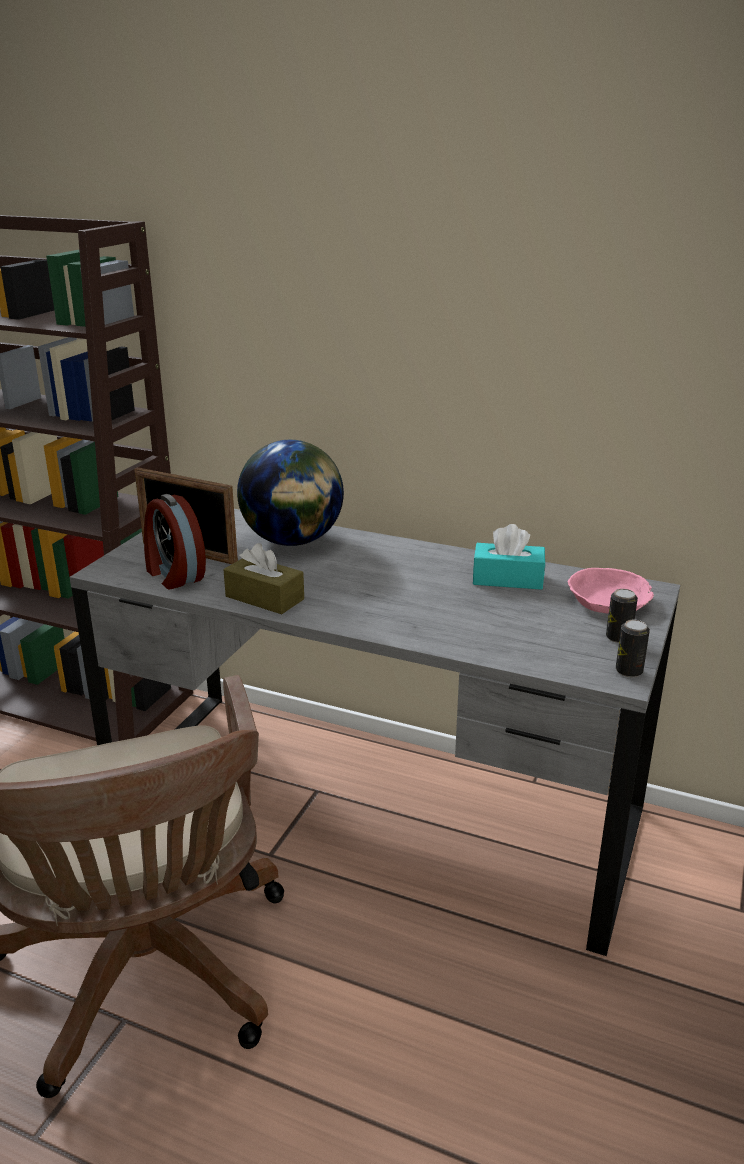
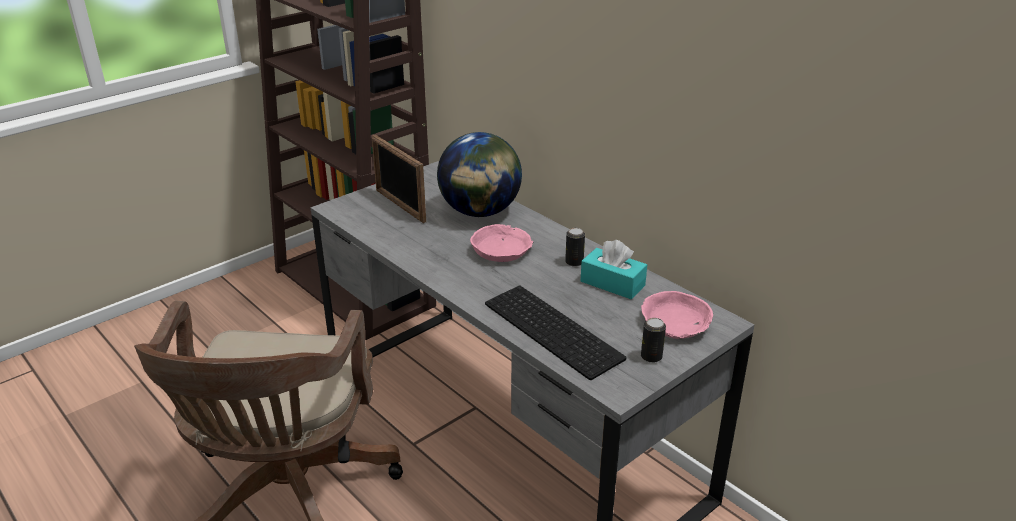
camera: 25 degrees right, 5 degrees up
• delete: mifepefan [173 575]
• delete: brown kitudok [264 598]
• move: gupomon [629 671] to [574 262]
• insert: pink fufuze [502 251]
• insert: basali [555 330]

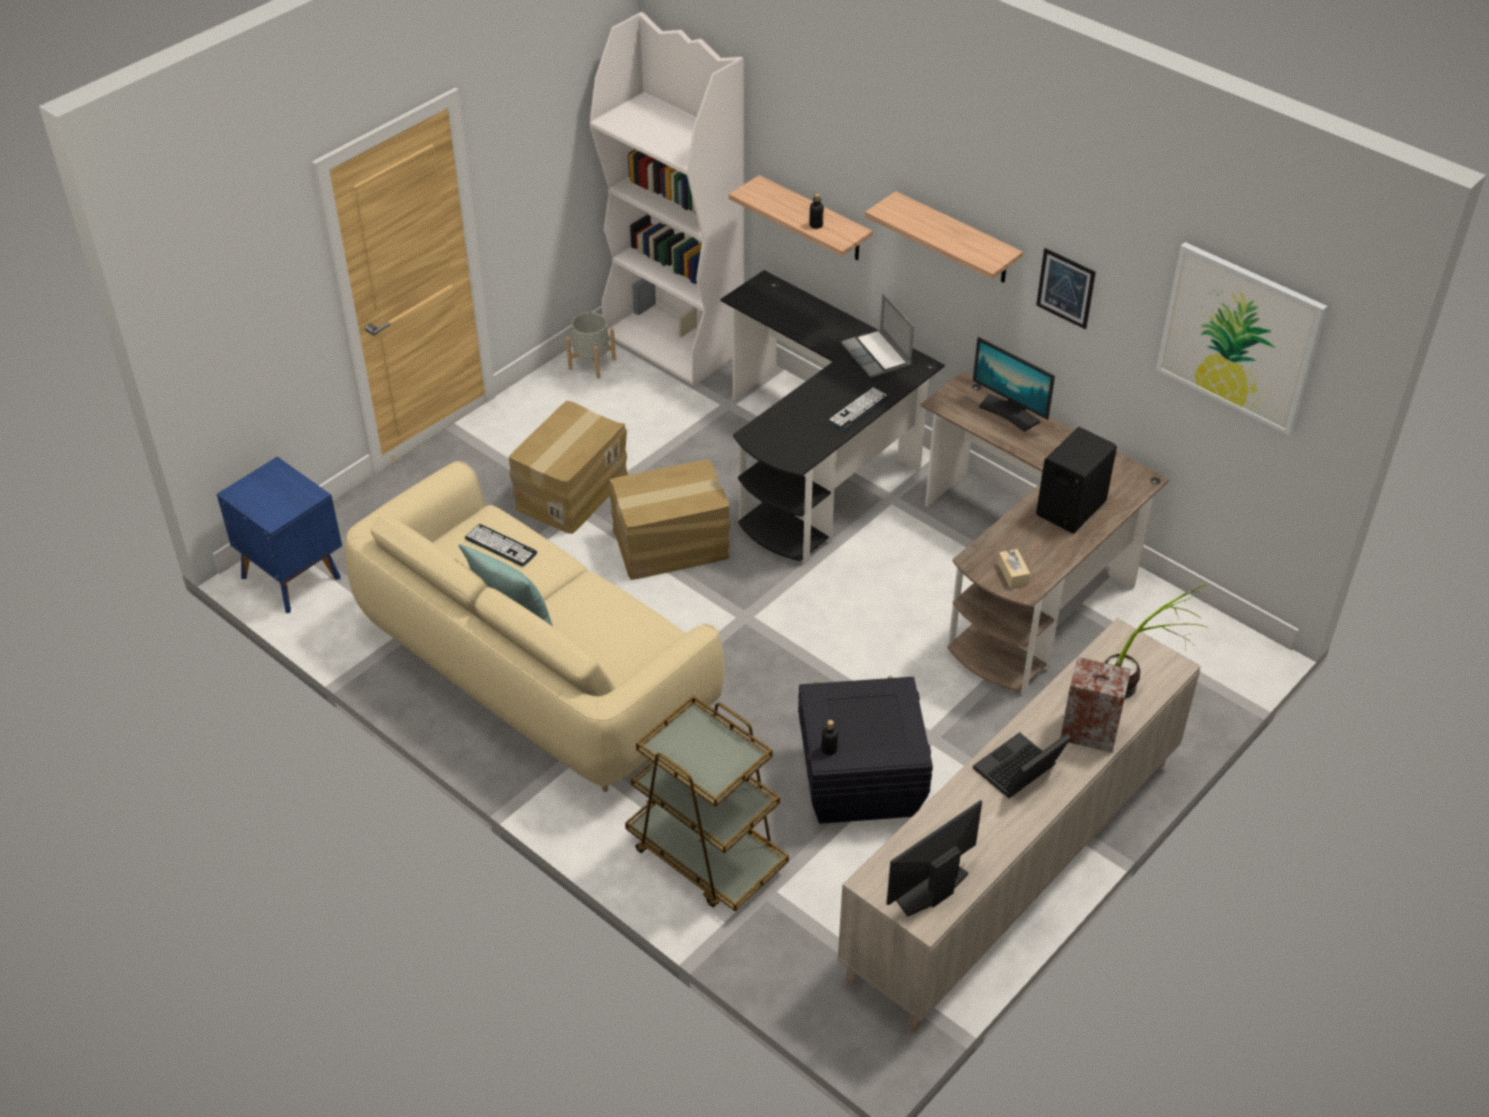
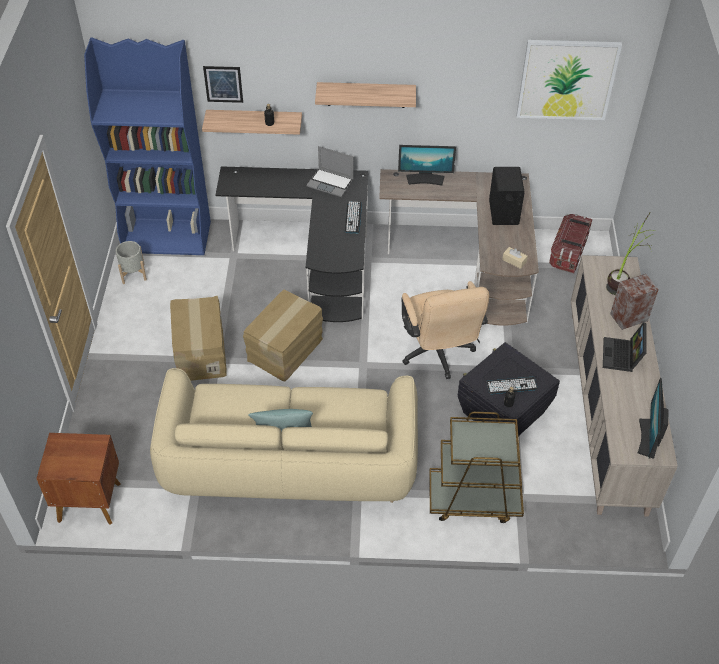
camera: 40 degrees left, 5 degrees up
• recolor: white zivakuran [674 343] to blue zivakuran [168 237]
• move: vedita [1065 288] to [223 84]
• recolor: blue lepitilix [291 576] to brown lepitilix [88 501]
• move: basali [501 545] to [511 385]
• insert: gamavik [568 252]
• insert: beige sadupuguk [438 354]

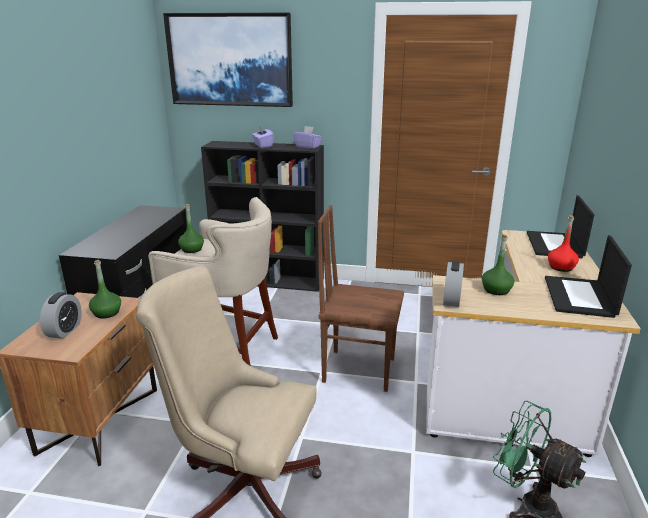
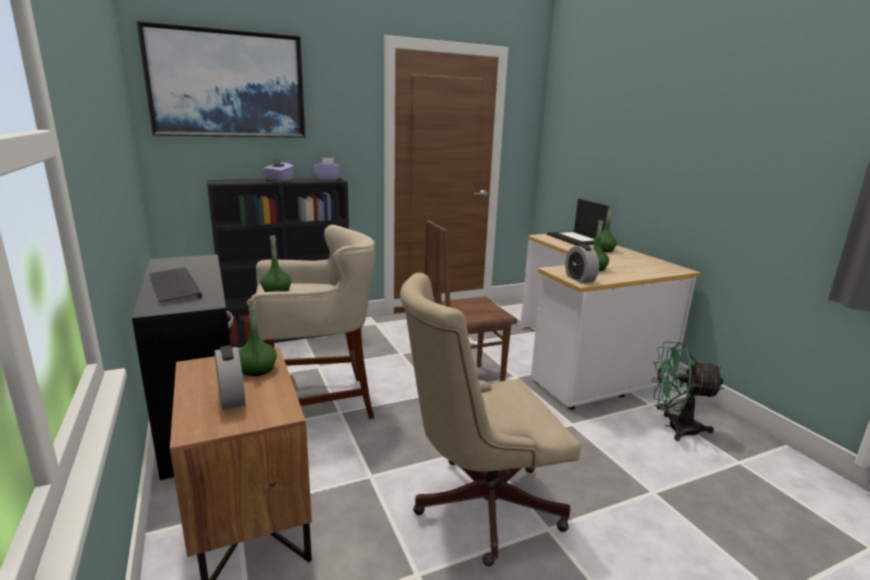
camera: 35 degrees left, 5 degrees down
• recolor: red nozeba [561 267] to green nozeba [604 250]
• delete: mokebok [580 297]
• insert: basali [173 286]

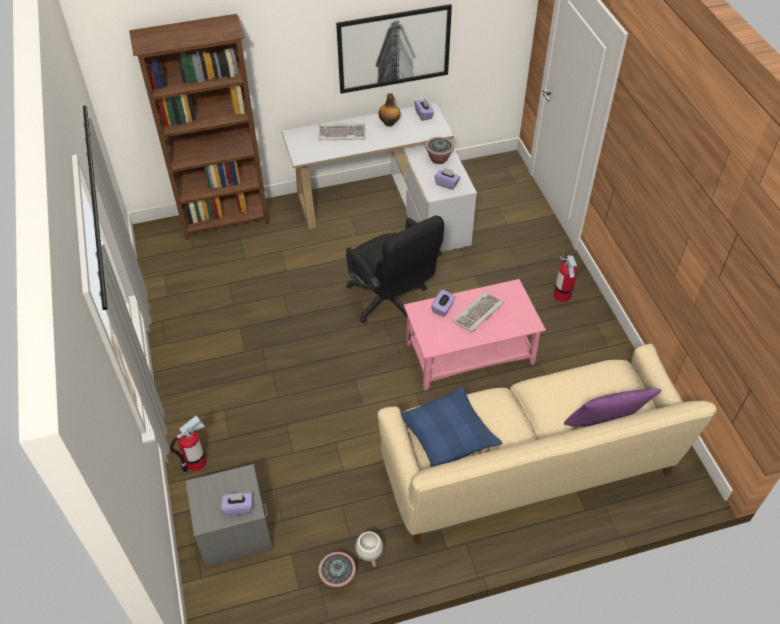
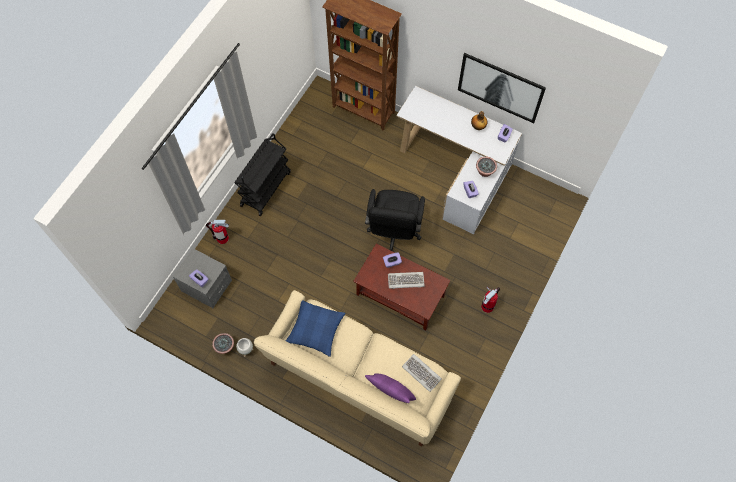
camera: 45 degrees right, 15 degrees up
• move: basali [342 133] to [422 373]
• recolor: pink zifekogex [468 354] to brown zifekogex [399 295]
• insert: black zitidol [265 188]

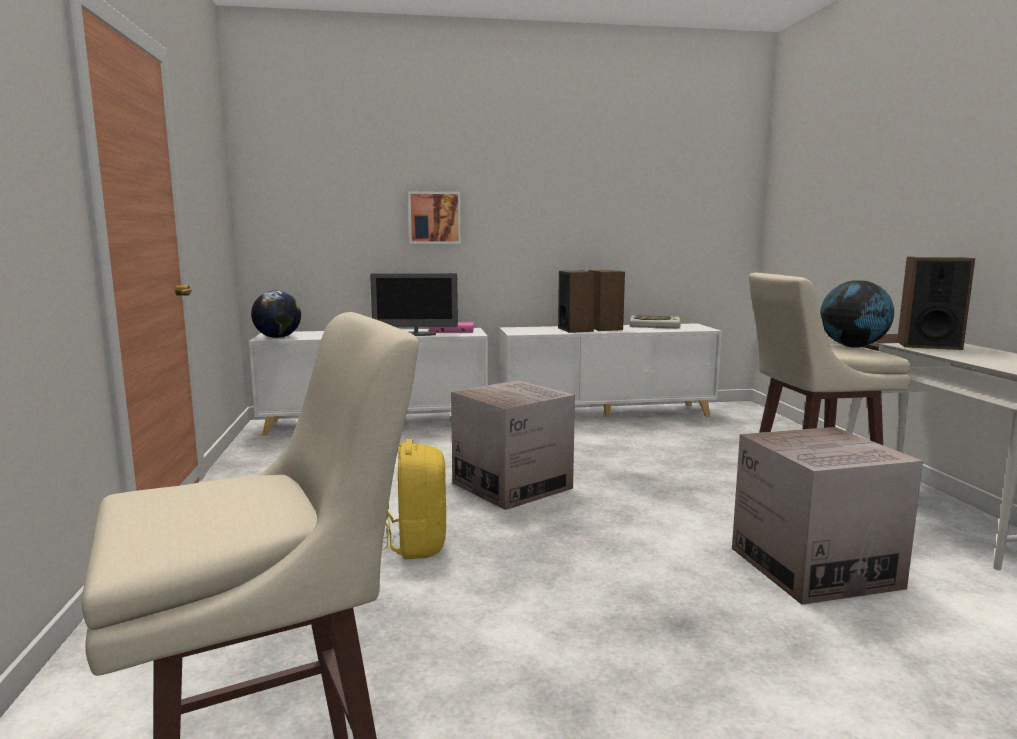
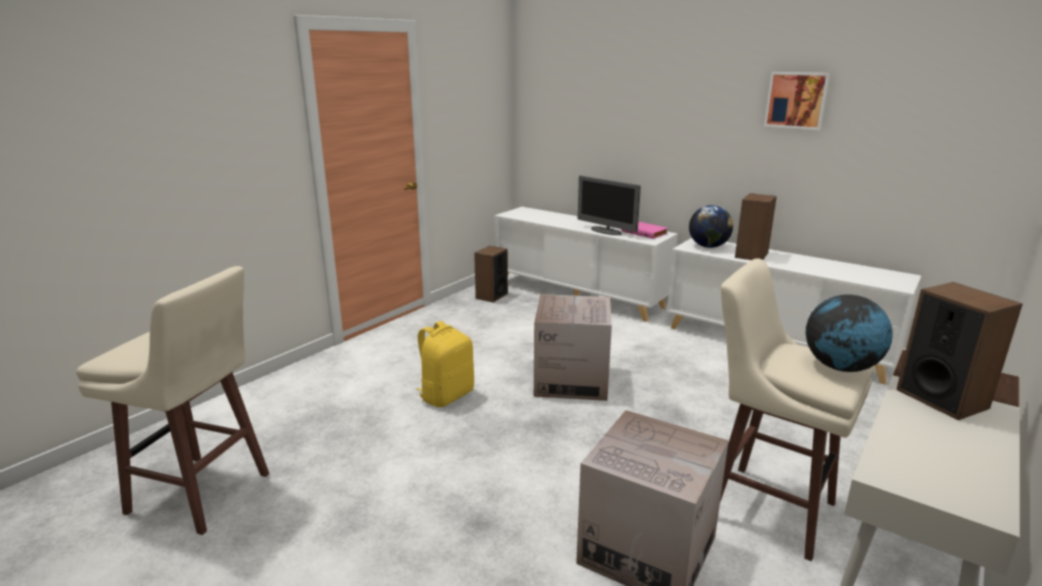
camera: 45 degrees right, 10 degrees up
• move: vedita [434 218] to [796 100]
• move: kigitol [604 328] to [491 296]
• move: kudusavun [277 337] to [708 246]
• delete: basali [655 326]

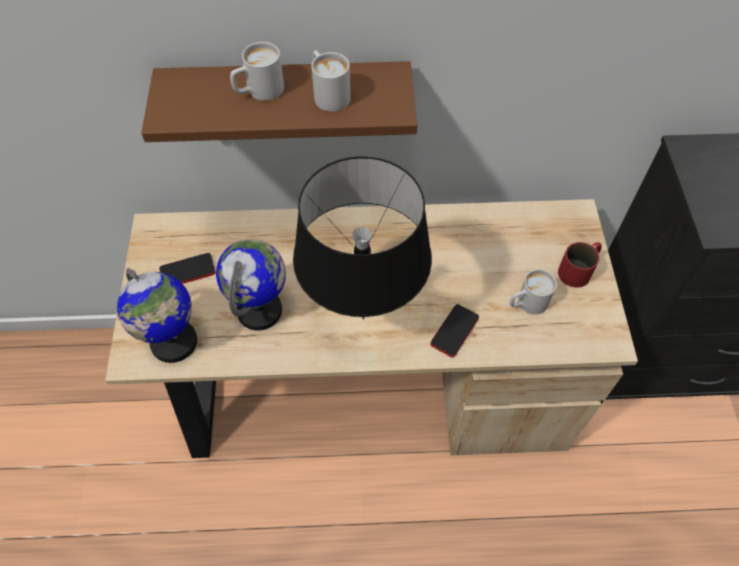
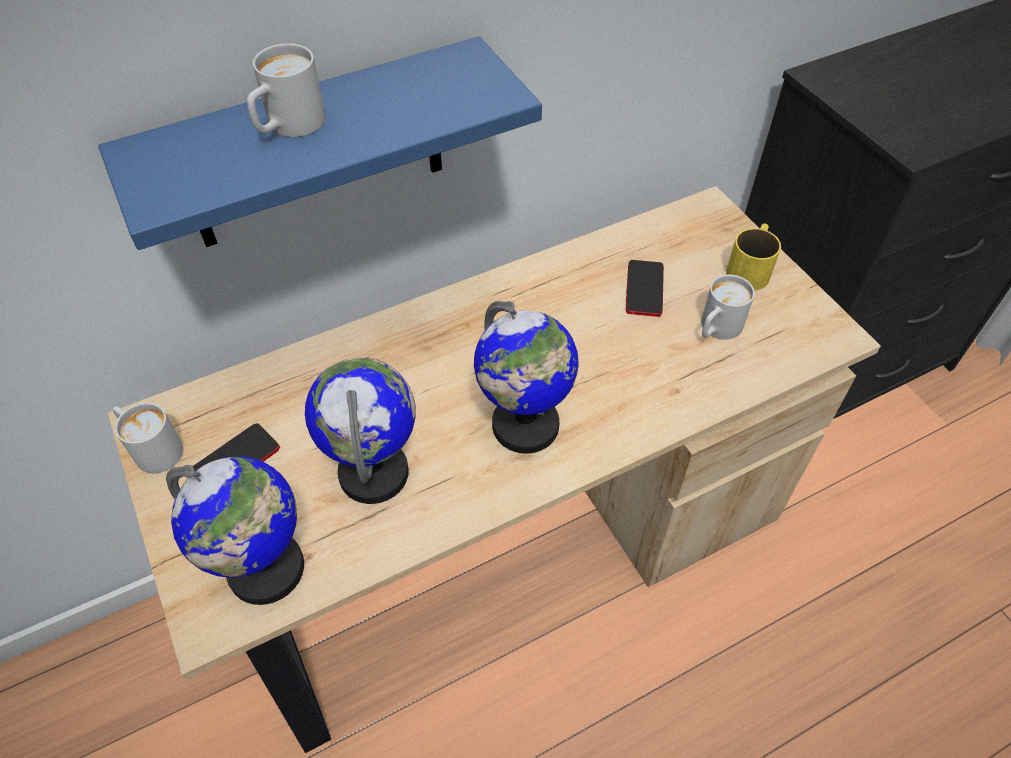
camera: 25 degrees left, 5 degrees down
• move: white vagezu [328 93] to [152 448]
• recolor: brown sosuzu [287 101] to blue sosuzu [315 149]
• replace: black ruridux [364 318] to kudusavun [525 426]
• recolor: red vagezu [579 269] to yellow vagezu [750 267]
• move: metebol [454 331] to [644 289]

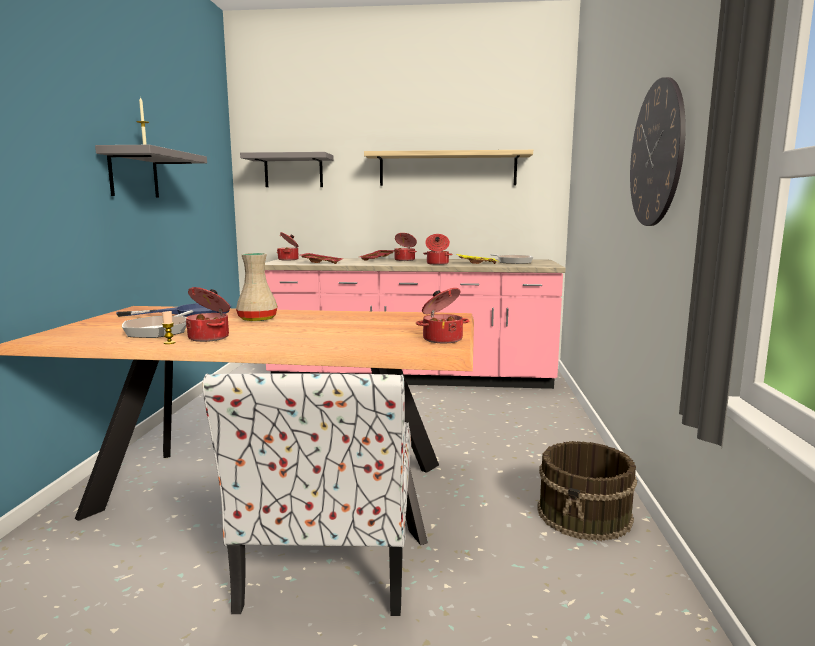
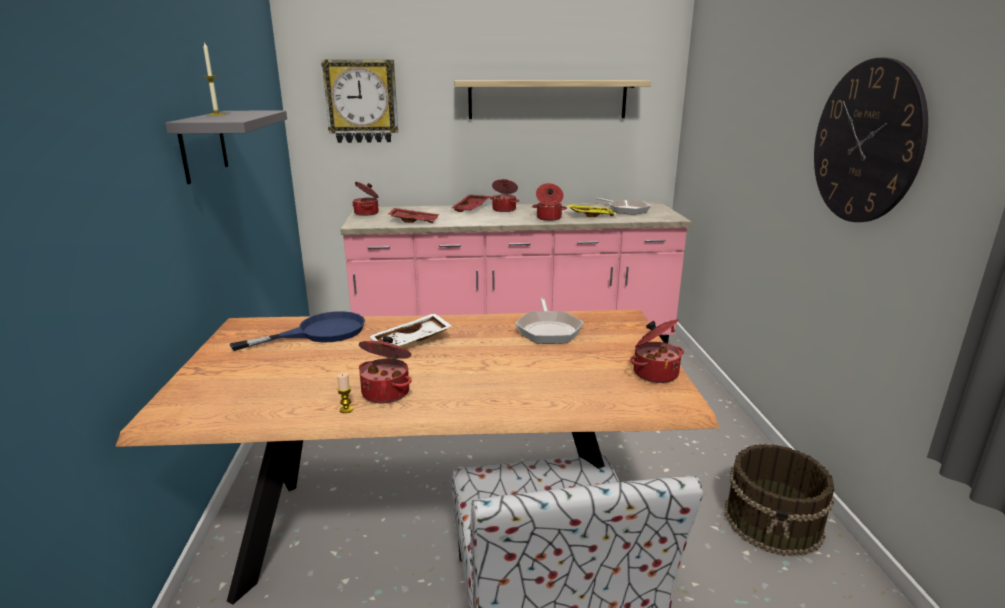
camera: 10 degrees left, 10 degrees up
• replace: grey sosuzu [293 171] to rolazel [362 101]
• replace: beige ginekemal [258 319] to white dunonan [412 342]
• move: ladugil [160 330] to [548 330]

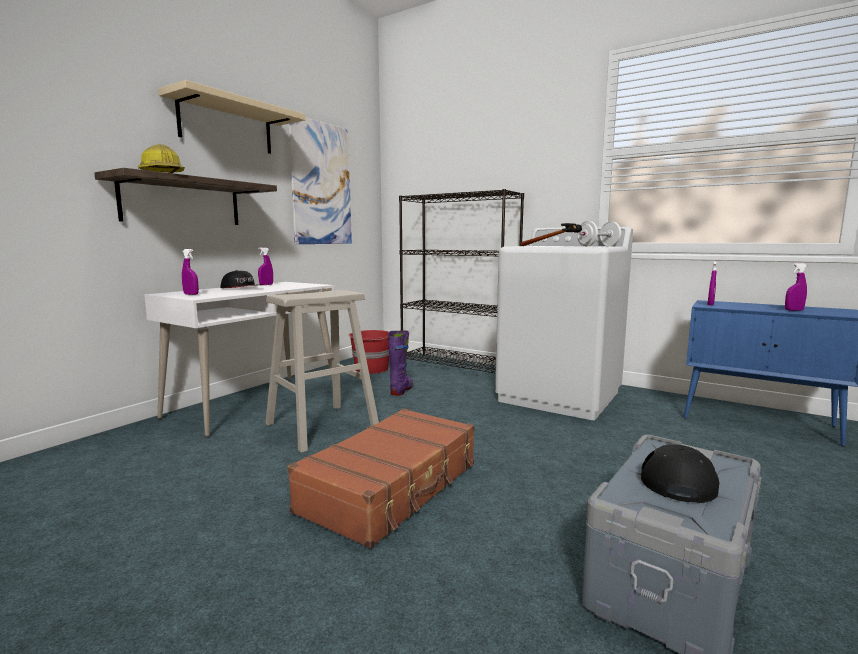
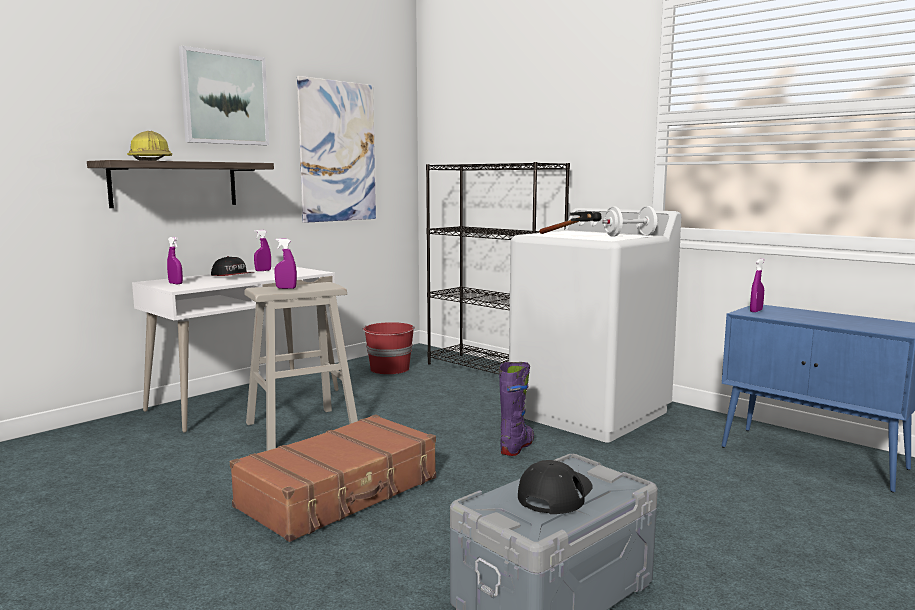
camera: 10 degrees right, 0 degrees up
• replace: beige sosuzu [226 126] to vedita [224 98]
• move: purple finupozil [794 310] to [286 288]
• move: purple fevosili [401 390] to [517 446]

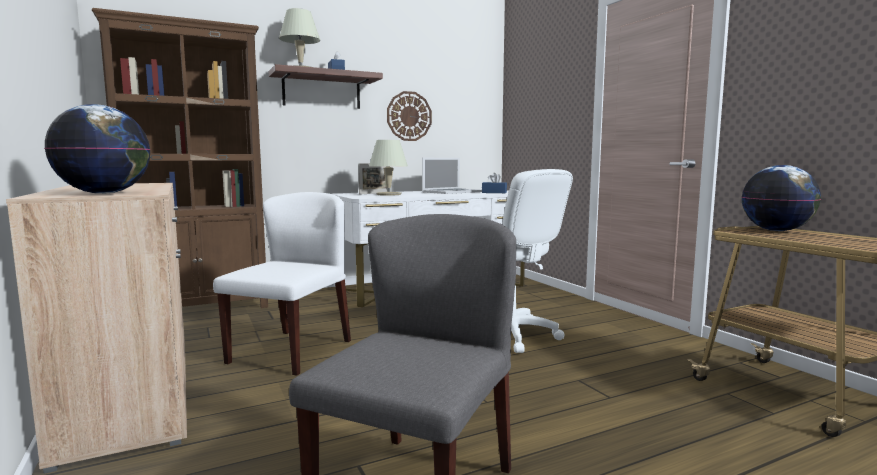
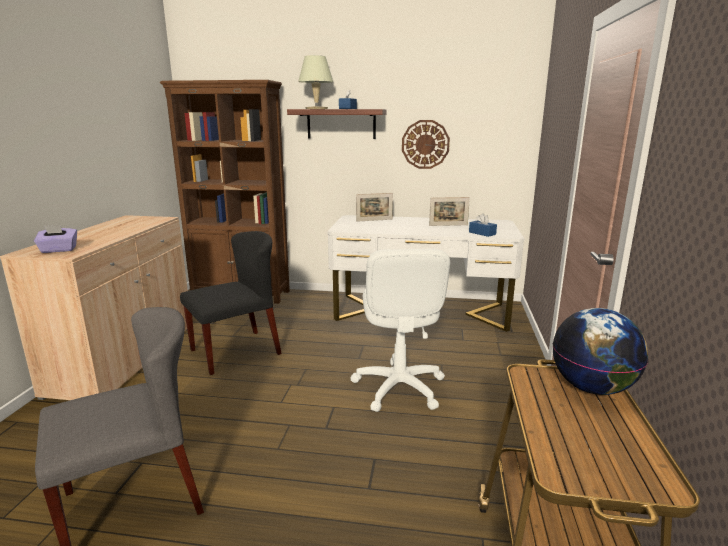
camera: 35 degrees right, 10 degrees up
• replace: kudusavun [104 193] to purple kitudok [58 250]
• delete: beige ruridux [388 194]
• replace: mokebok [452 192] to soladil [448 225]
• recolor: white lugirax [291 351] to black lugirax [236 351]

